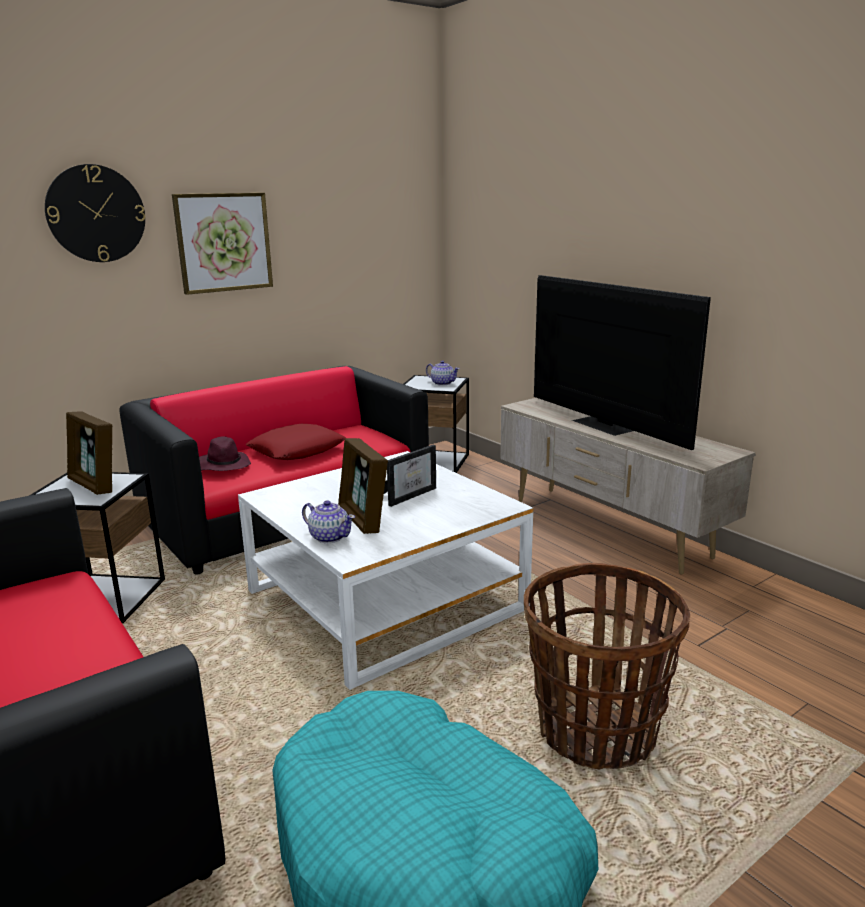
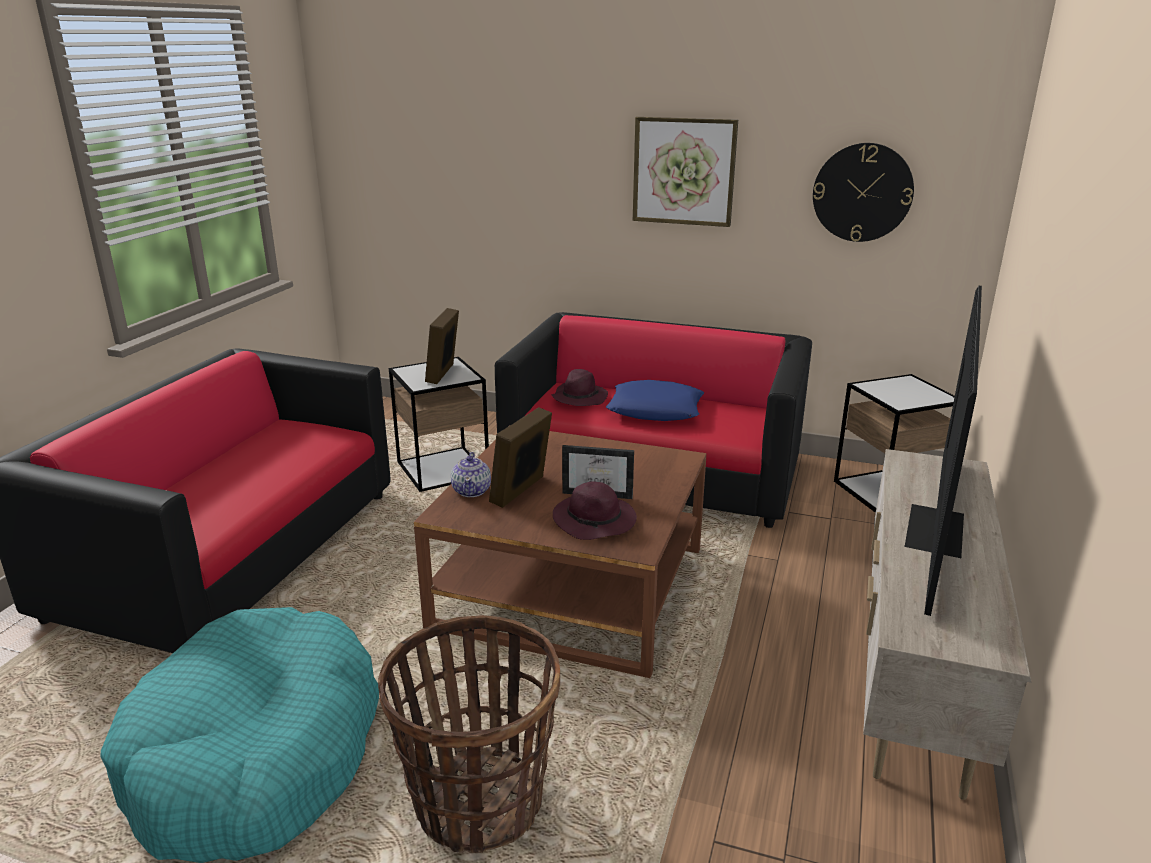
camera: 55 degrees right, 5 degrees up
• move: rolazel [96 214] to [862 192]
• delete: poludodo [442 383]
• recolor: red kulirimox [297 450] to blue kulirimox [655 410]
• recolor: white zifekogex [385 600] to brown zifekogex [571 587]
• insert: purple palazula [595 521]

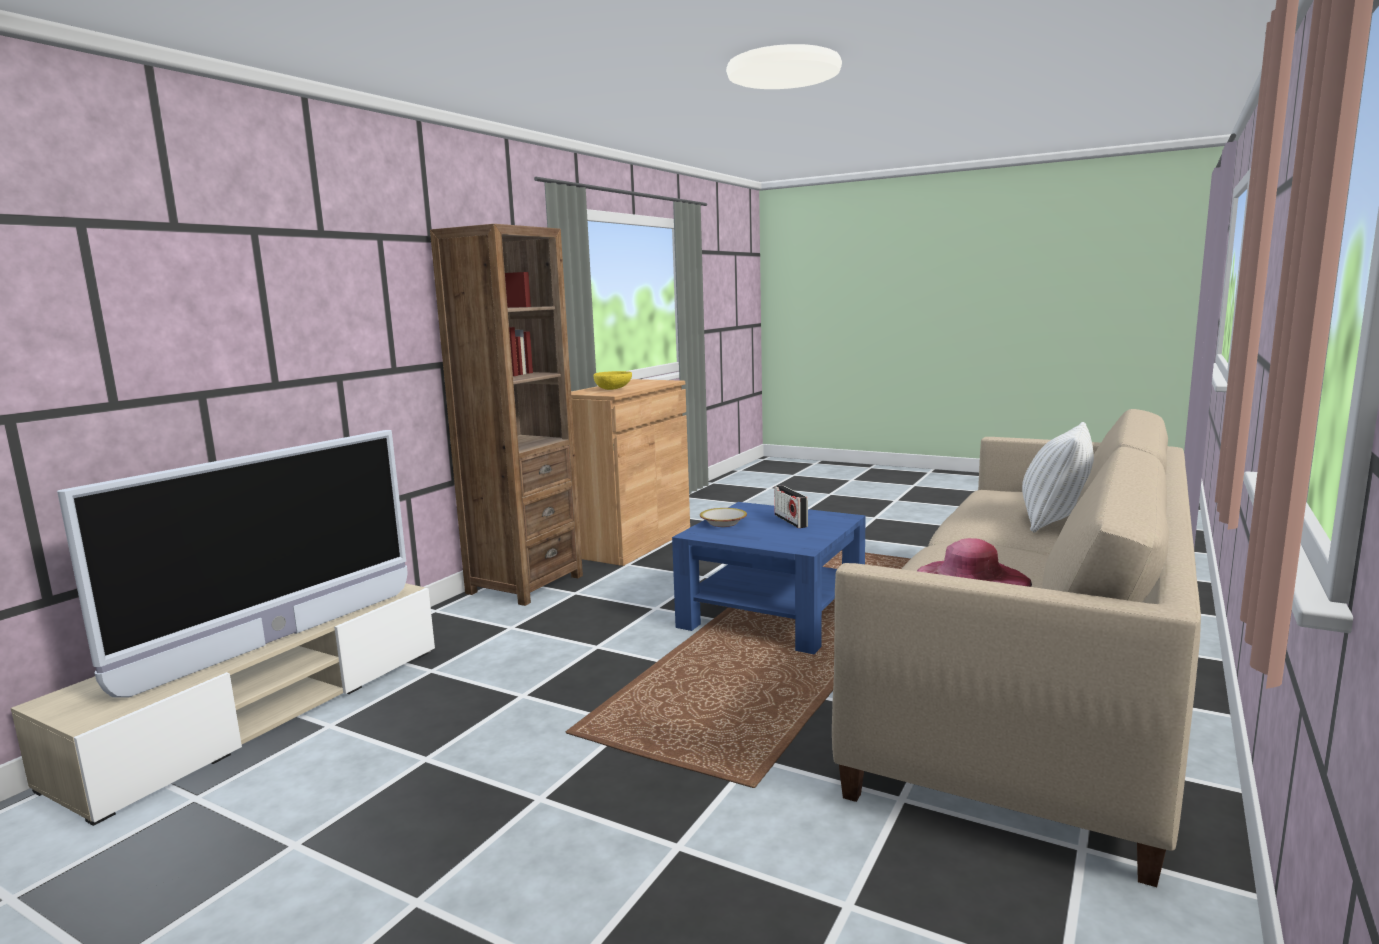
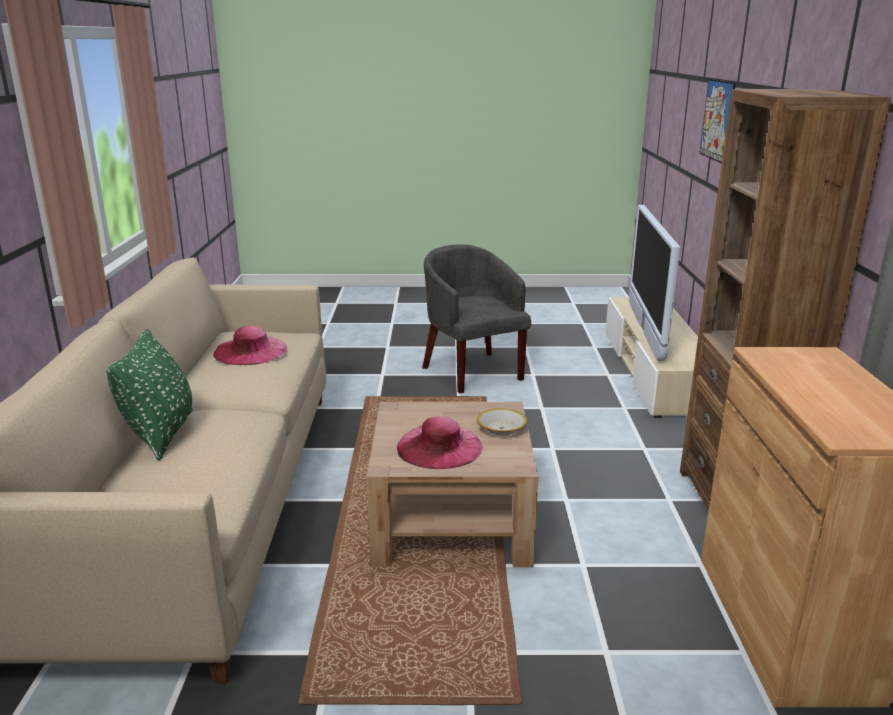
camera: 150 degrees right, 10 degrees up
• delete: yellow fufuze [613 389]
• recolor: white kulirimox [1054 520] to green kulirimox [161 434]
• replace: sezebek [790 521] to pink palazula [439 446]
• recolor: blue zifekogex [772 614] to brown zifekogex [451 520]
• insert: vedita [717 120]
• insert: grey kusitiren [471 371]

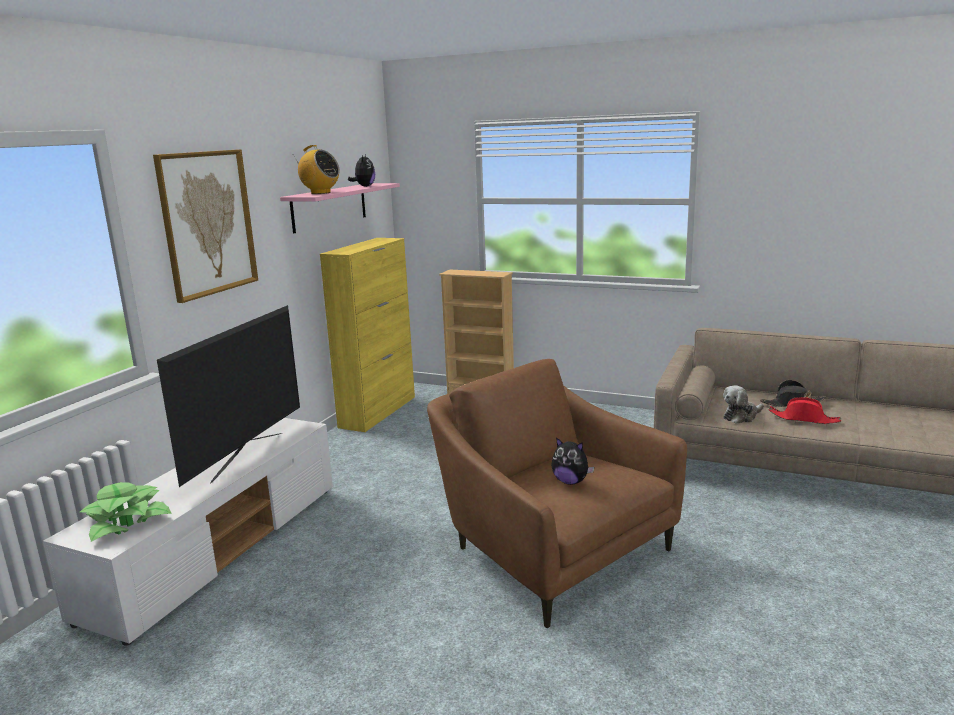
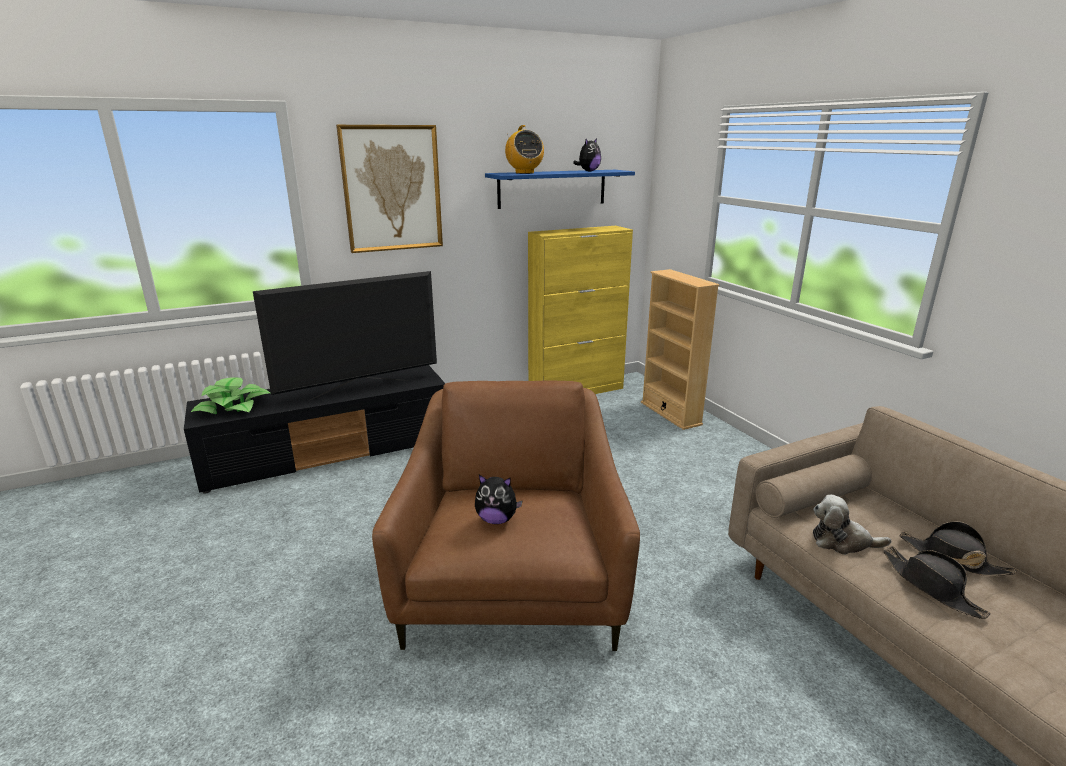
camera: 40 degrees right, 5 degrees up
• recolor: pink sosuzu [329 207] to blue sosuzu [552 188]
• recolor: red palazula [804 419] to black palazula [932 587]
• recolor: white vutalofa [219 548] to black vutalofa [331 453]
• rotate: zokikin [570 481] = [497 519] 60 degrees counterclockwise

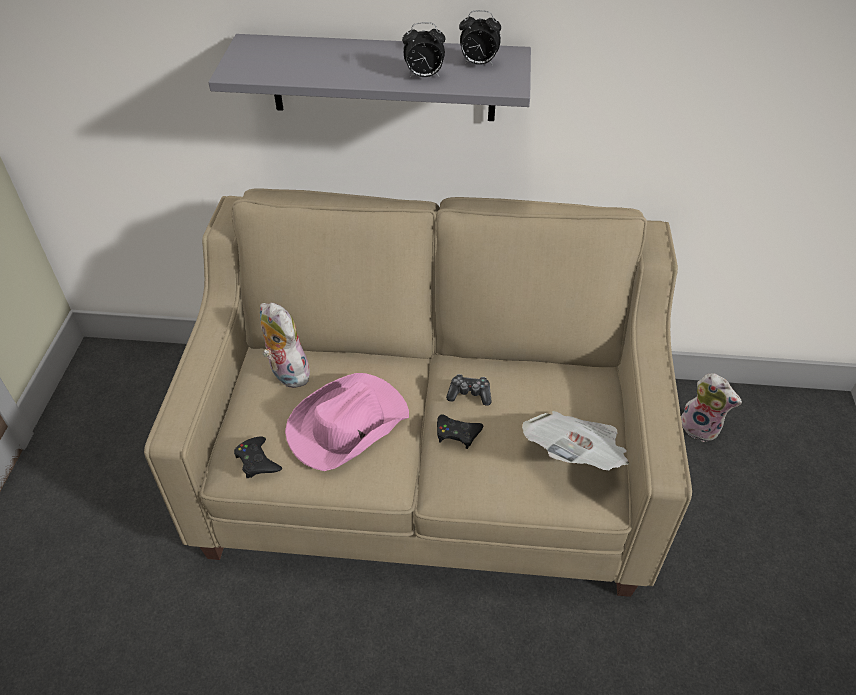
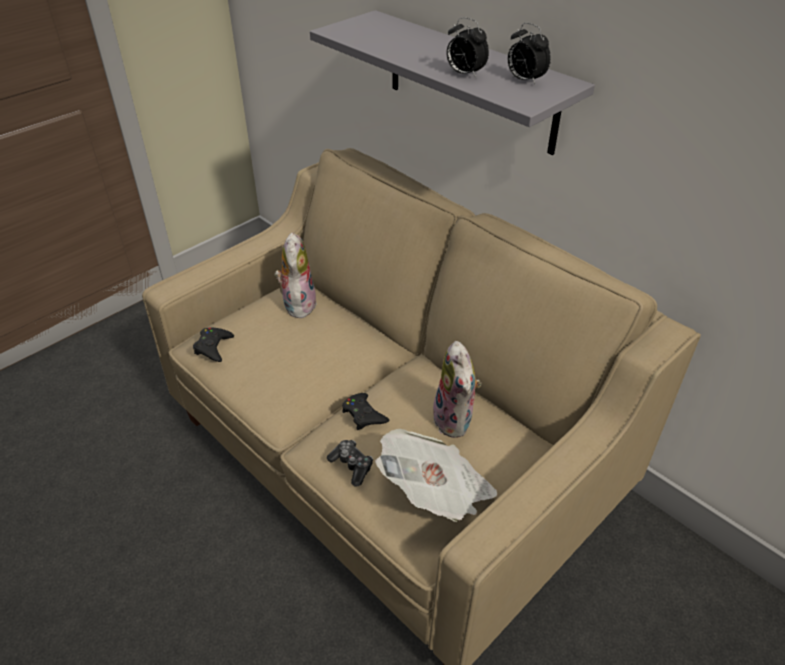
camera: 40 degrees right, 5 degrees down
• delete: pink palazula [346 425]
• move: zokikin [701 427] to [456 420]
• move: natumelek [469 394] to [352 466]

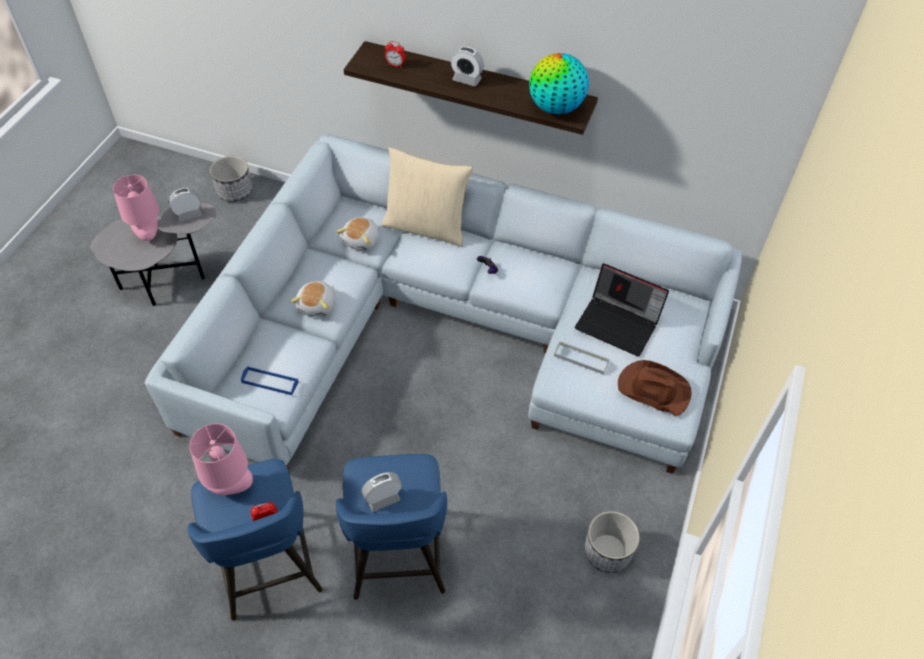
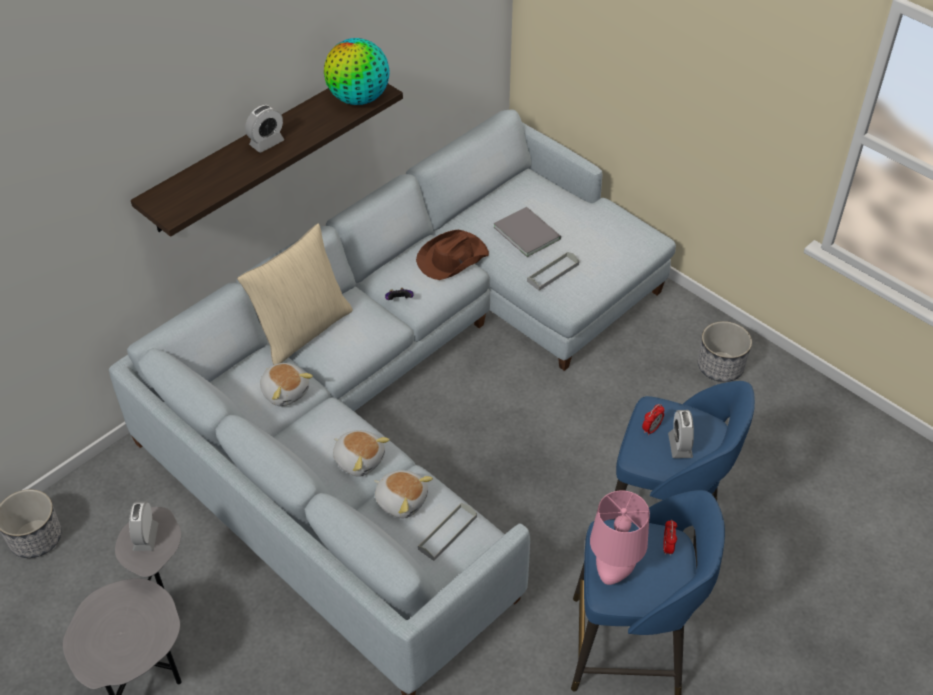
camera: 65 degrees left, 5 degrees down
• move: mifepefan [395 65] to [651 429]
• delete: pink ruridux [149 234]
• replace: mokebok [618 324] to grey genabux [527 231]
• move: brown palazula [653 389] to [451 258]
• recolor: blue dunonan [270 382] to grey dunonan [447 533]
• insert: zokikin [401 500]

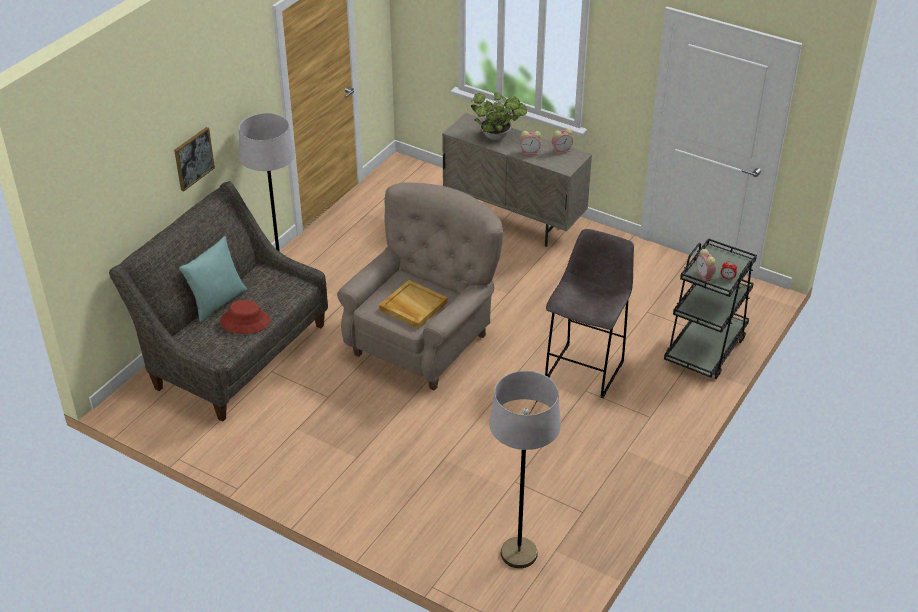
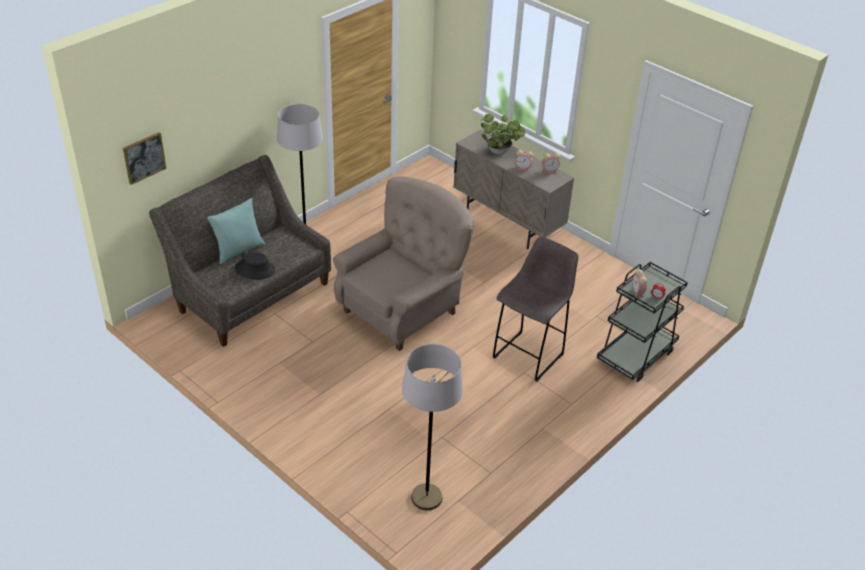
camera: 10 degrees right, 0 degrees up
• move: vedita [193 158] to [144 157]
• delete: beige dunonan [412 306]
• recolor: red palazula [245 321] to black palazula [255 269]

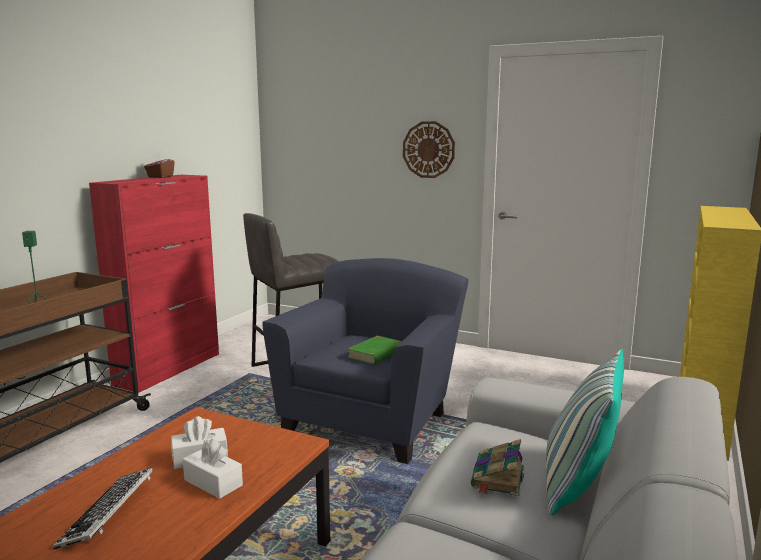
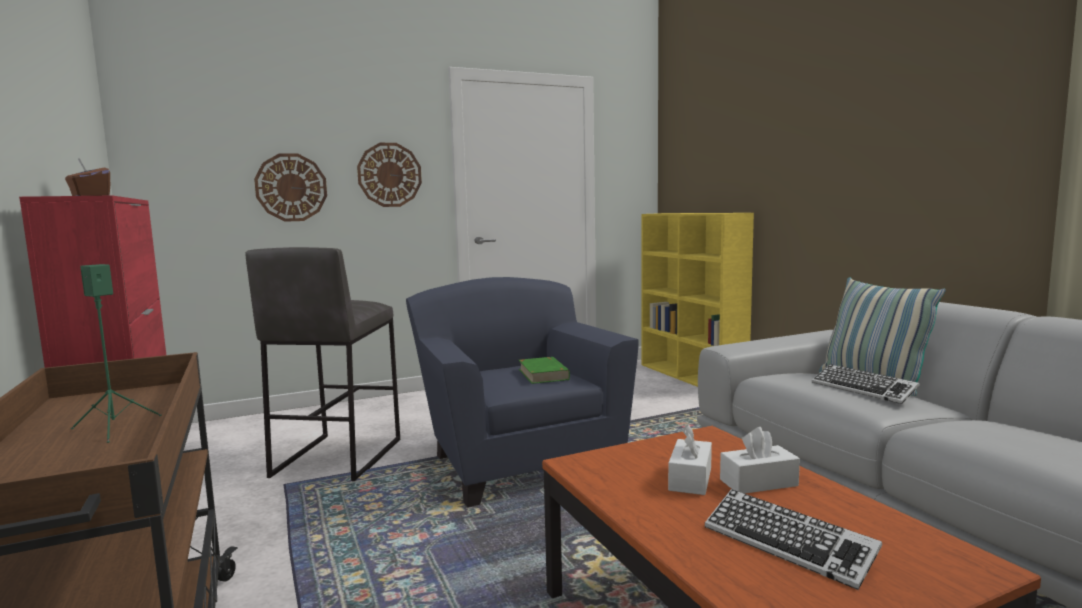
camera: 50 degrees left, 5 degrees down
• replace: genabux [497 478] to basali [863 389]
• insert: rolazel [291 187]

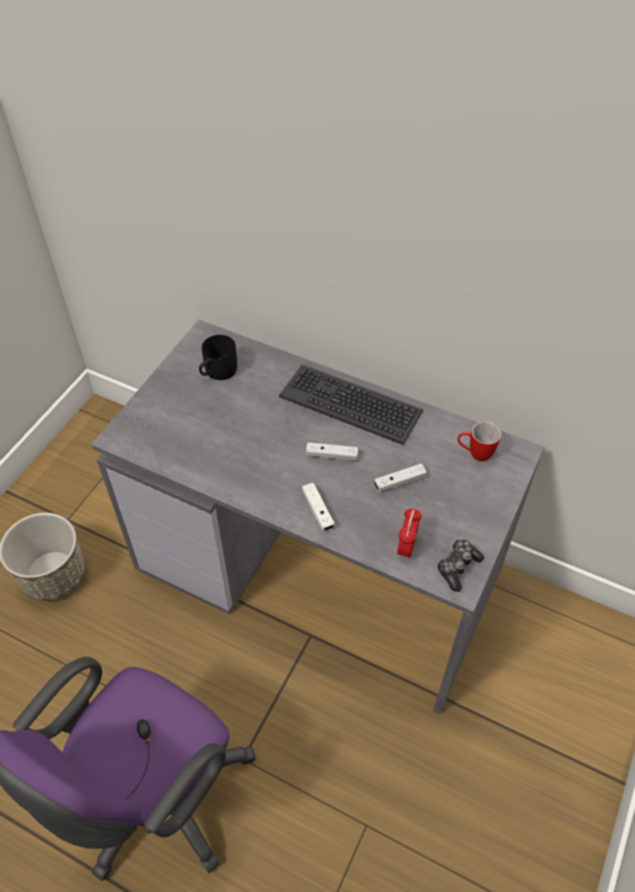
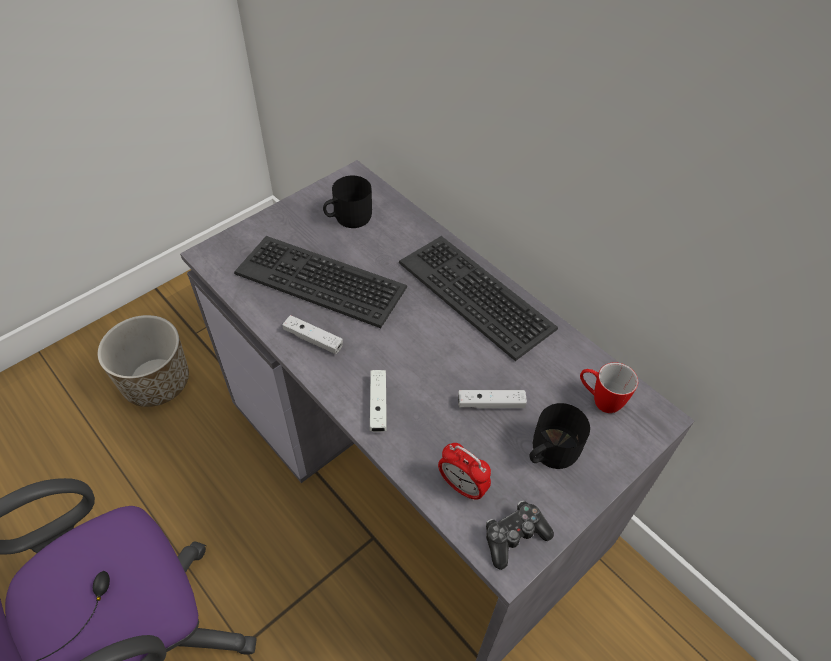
camera: 20 degrees right, 0 degrees up
• move: white natumelek [331 455] to [313 339]
• rotate: mifepefan [406 546] = [462 486] 90 degrees counterclockwise
• insert: basali [321 280]
• insert: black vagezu [549 452]

